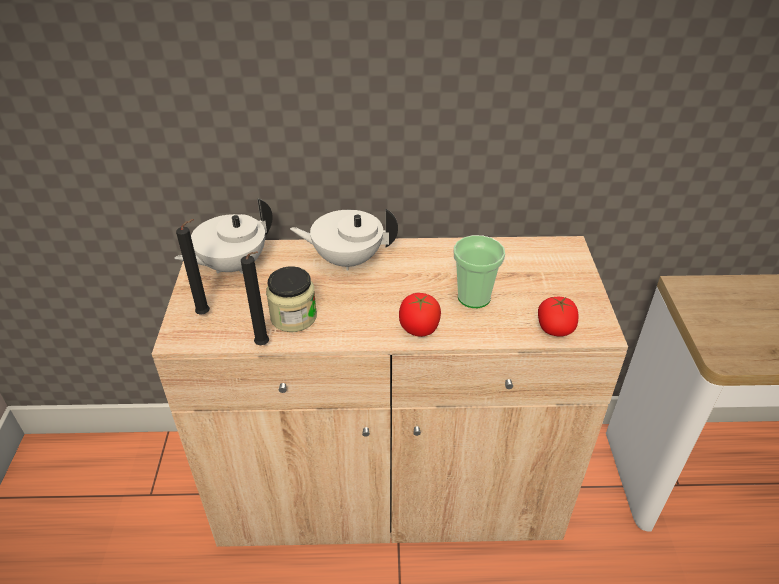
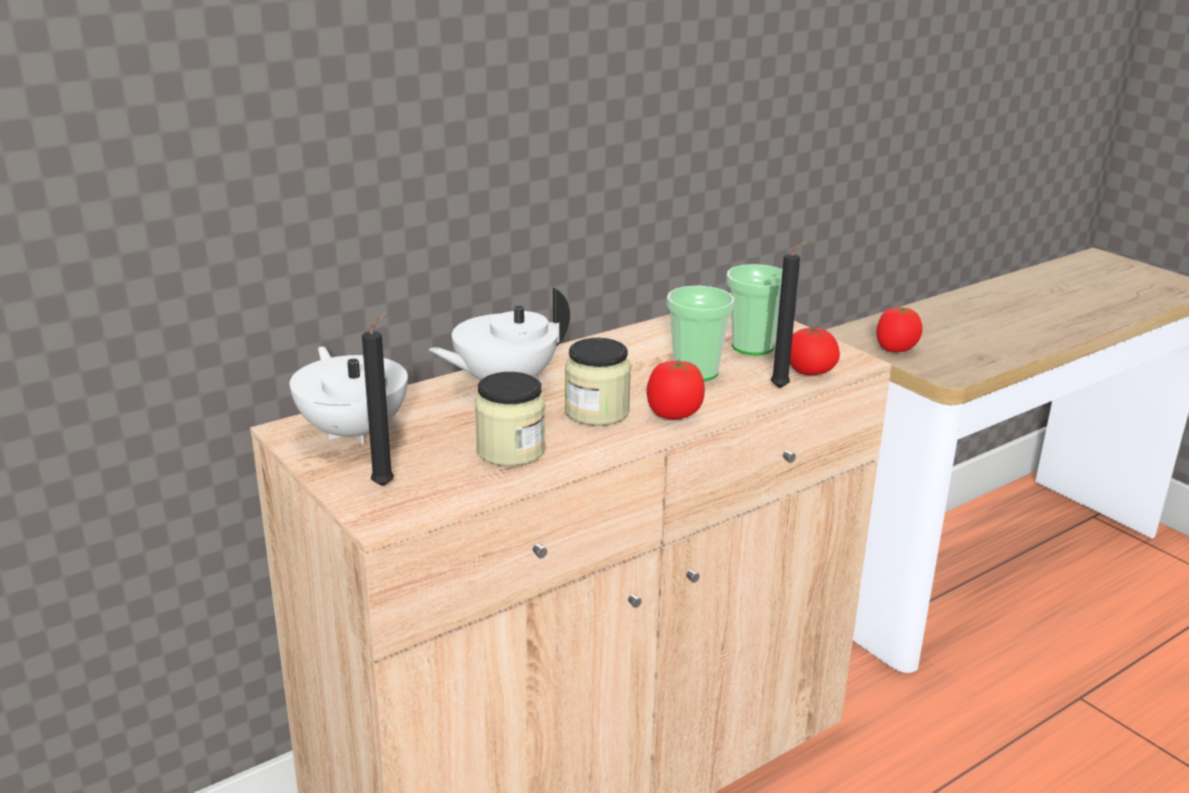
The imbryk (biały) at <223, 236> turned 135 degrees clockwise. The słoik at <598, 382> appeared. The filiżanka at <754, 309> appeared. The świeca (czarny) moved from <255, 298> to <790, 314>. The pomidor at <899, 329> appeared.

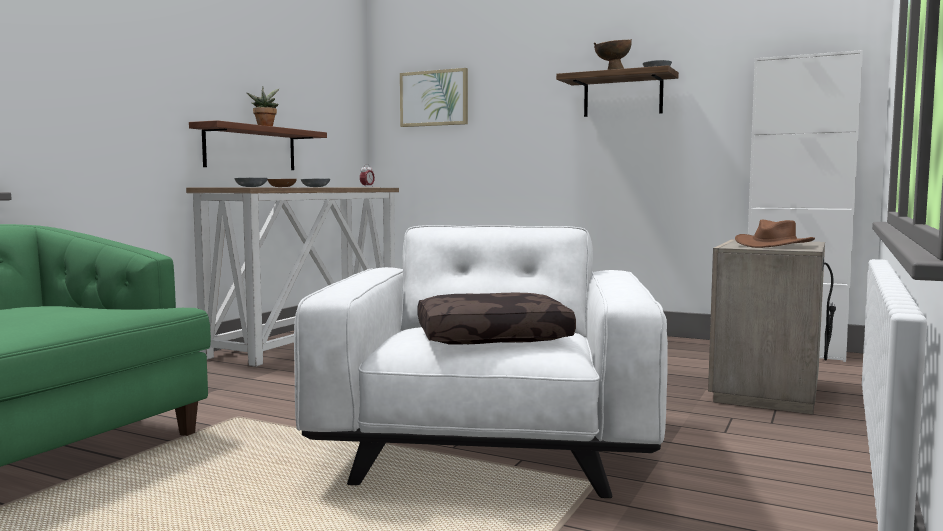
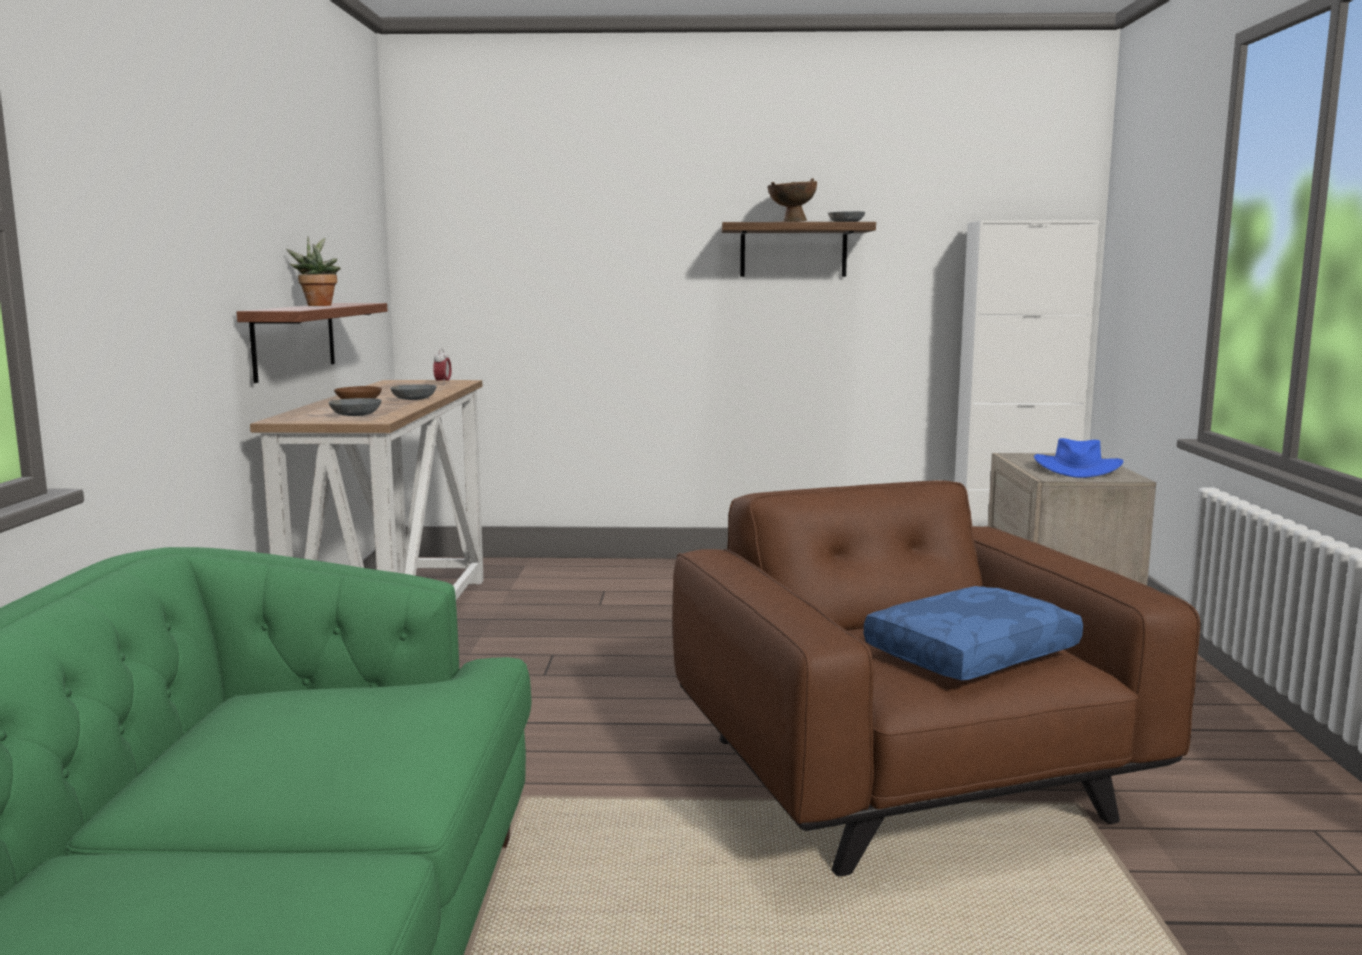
The fotel (biały) at <481, 361> became the fotel (brązowy) at <936, 678>. The poduszka (brązowy) at <496, 318> became the poduszka (niebieski) at <973, 633>. The kapelusz (brązowy) at <775, 234> became the kapelusz (niebieski) at <1078, 458>. The obraz at <434, 97> disappeared.

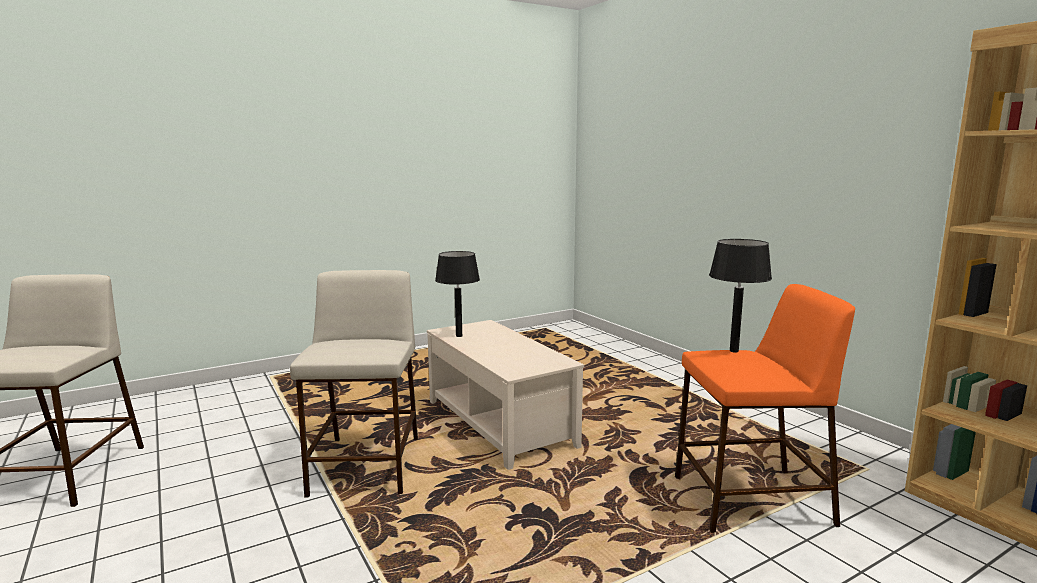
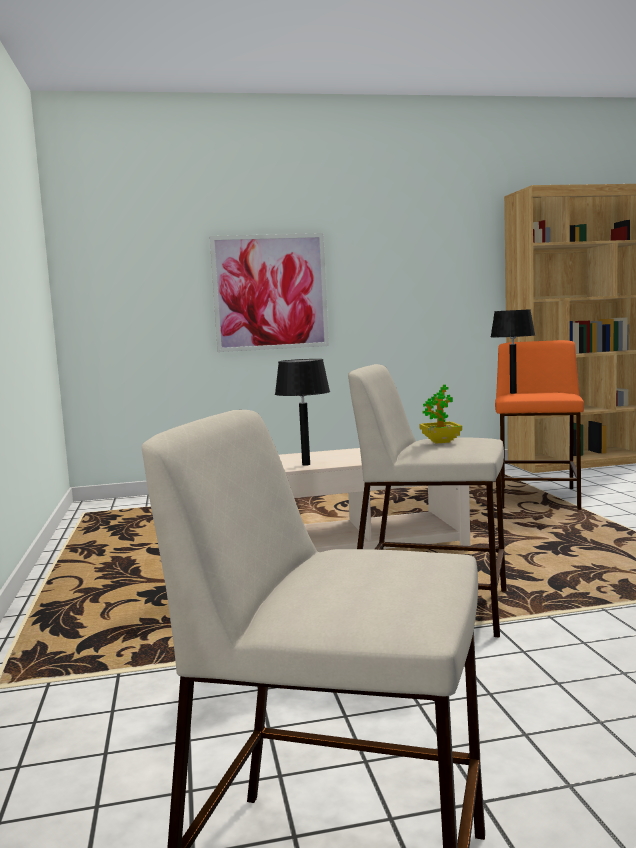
The obraz at <269, 292> appeared. The roślina doniczkowa at <440, 414> appeared.

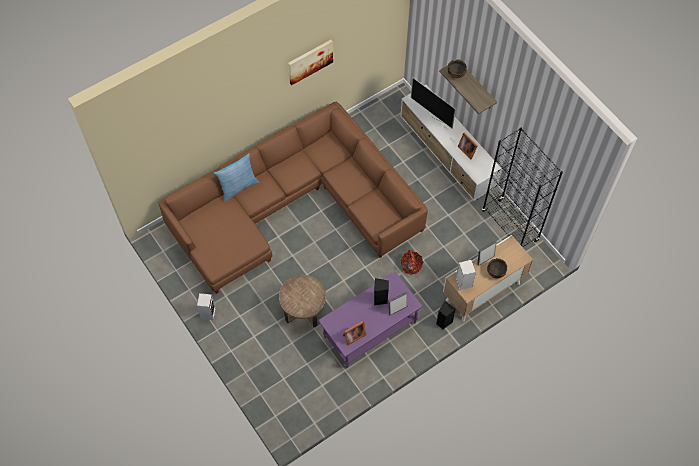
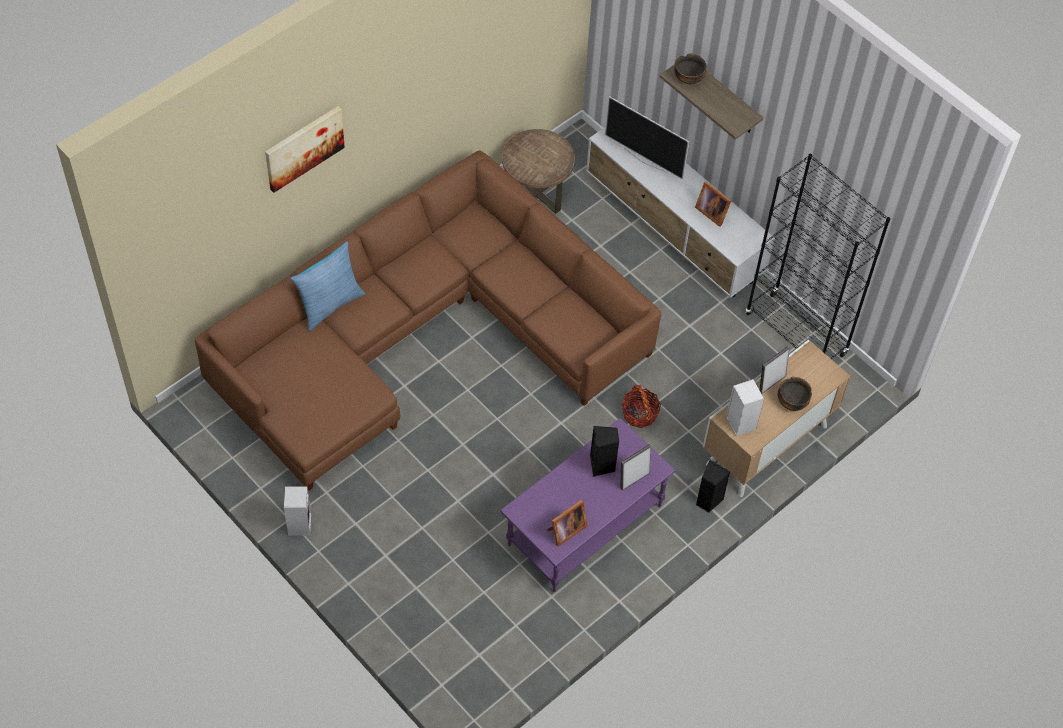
The obraz moved from <310, 62> to <305, 149>. The stolik (brązowy) moved from <302, 301> to <538, 171>.

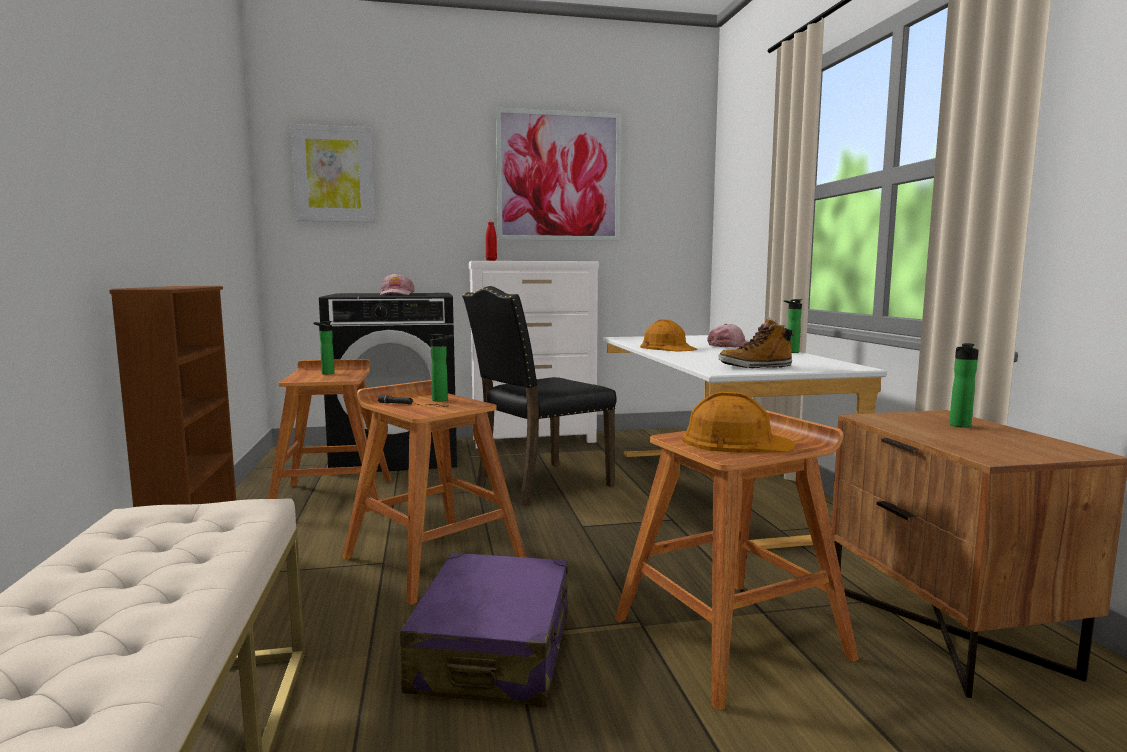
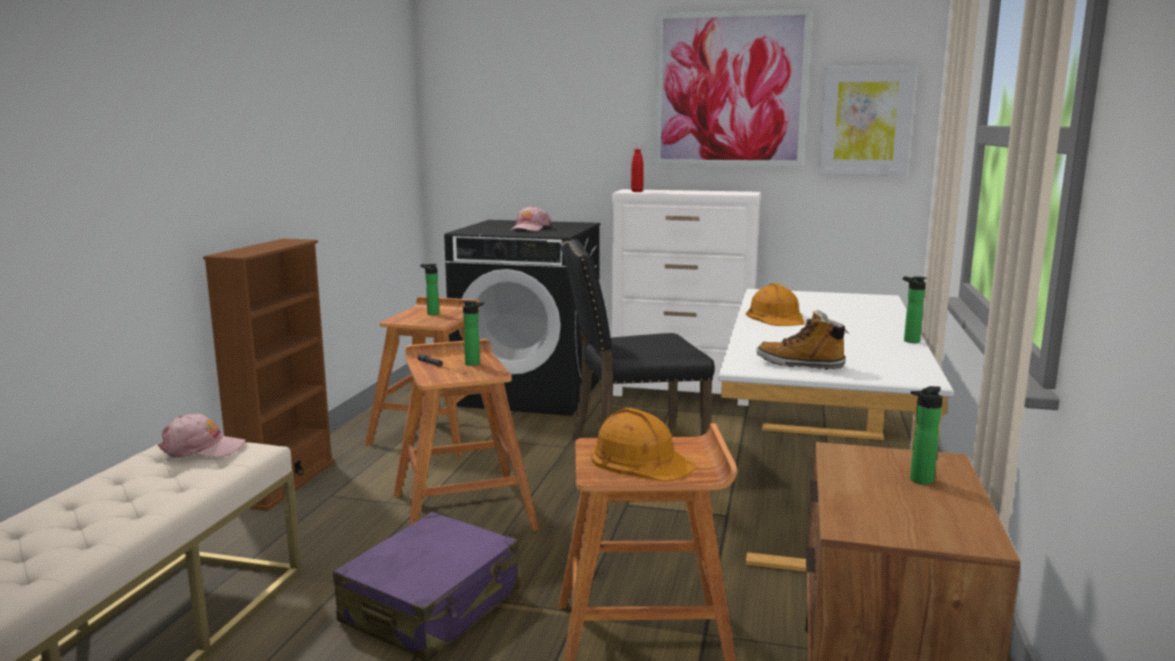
The czapka z daszkiem (różowy) moved from <728, 335> to <202, 436>. The obraz moved from <332, 173> to <867, 120>.

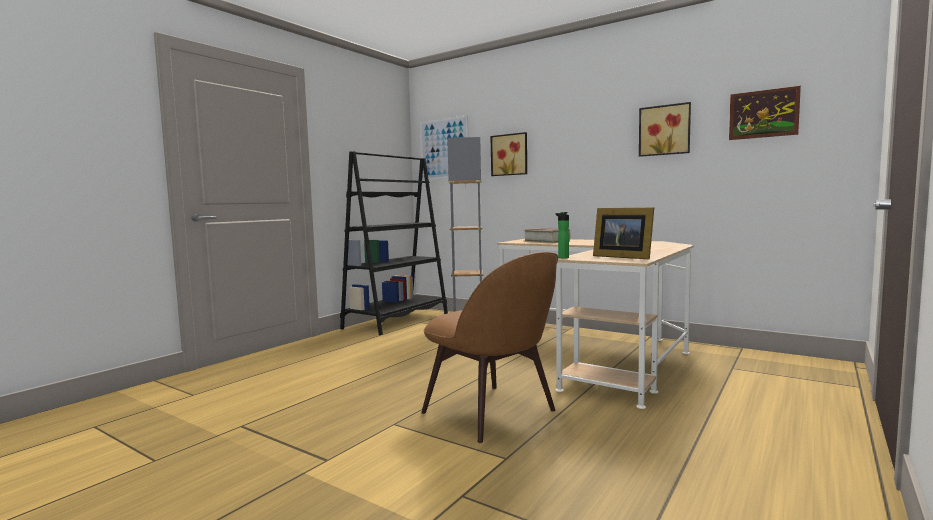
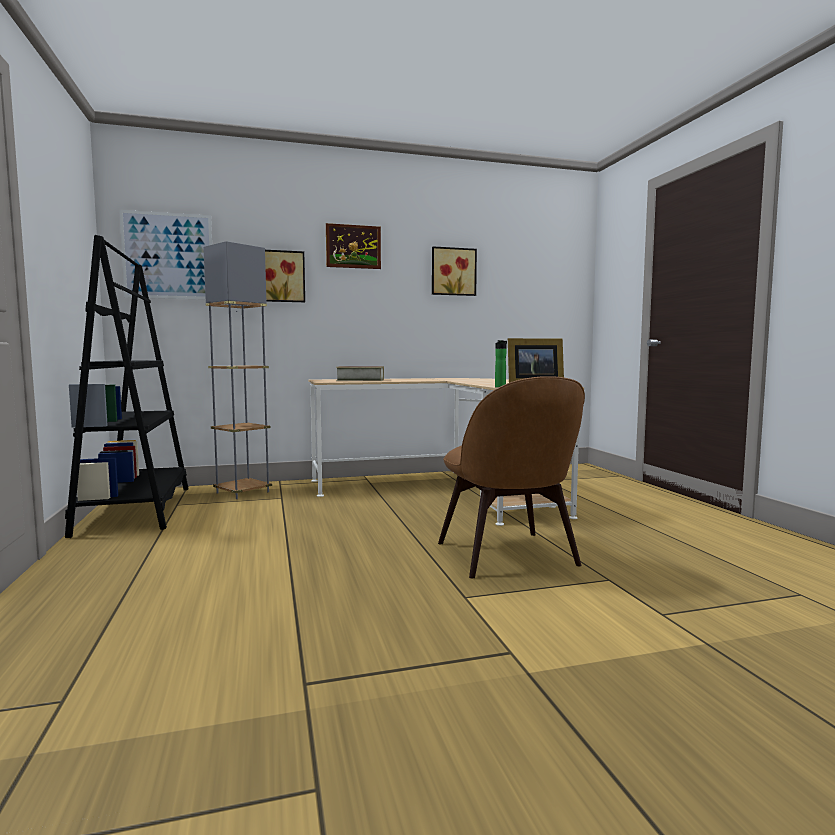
The obraz moved from <765, 113> to <353, 246>. The krzesło (brązowy) at <489, 347> turned 75 degrees clockwise.

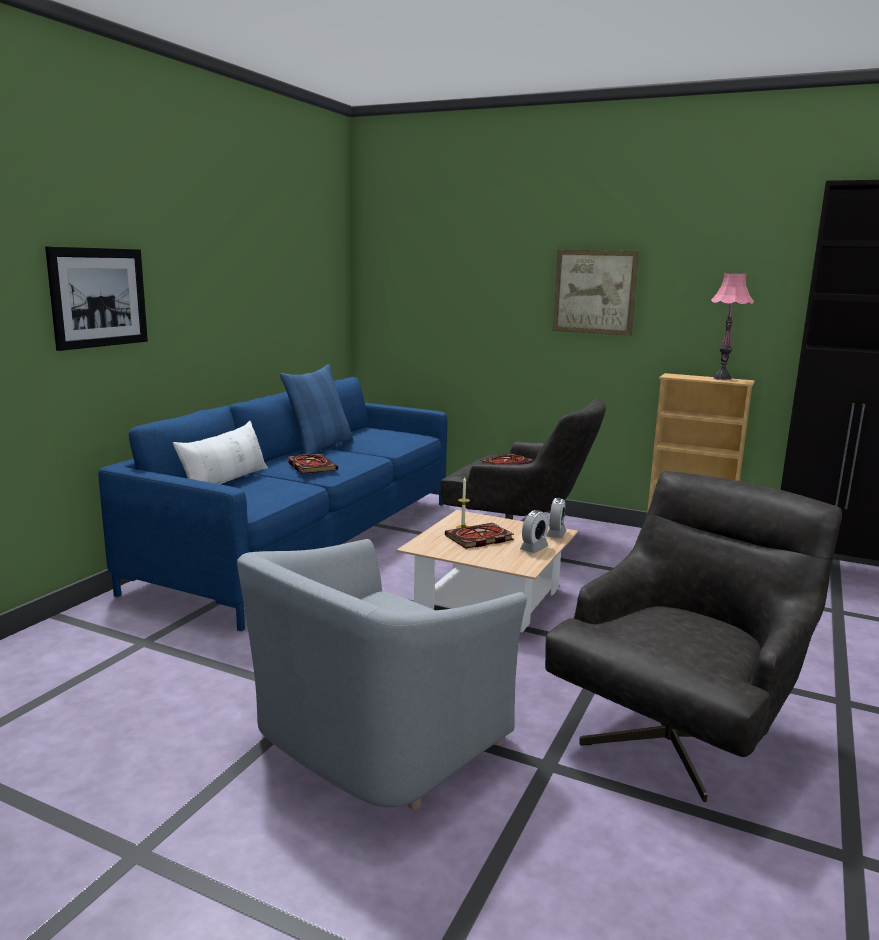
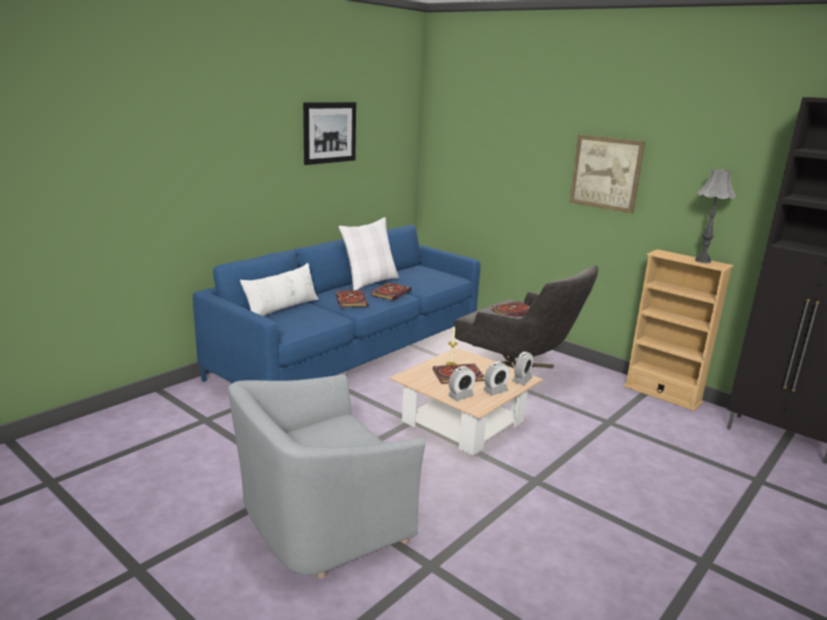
The obraz moved from <96, 298> to <329, 133>. The poduszka (niebieski) at <316, 409> became the poduszka (biały) at <369, 253>. The książka at <391, 291> appeared. The budzik at <462, 383> appeared. The lampa stołowa (różowy) at <732, 326> became the lampa stołowa (szary) at <716, 216>. The fotel (szary) at <693, 636> disappeared.

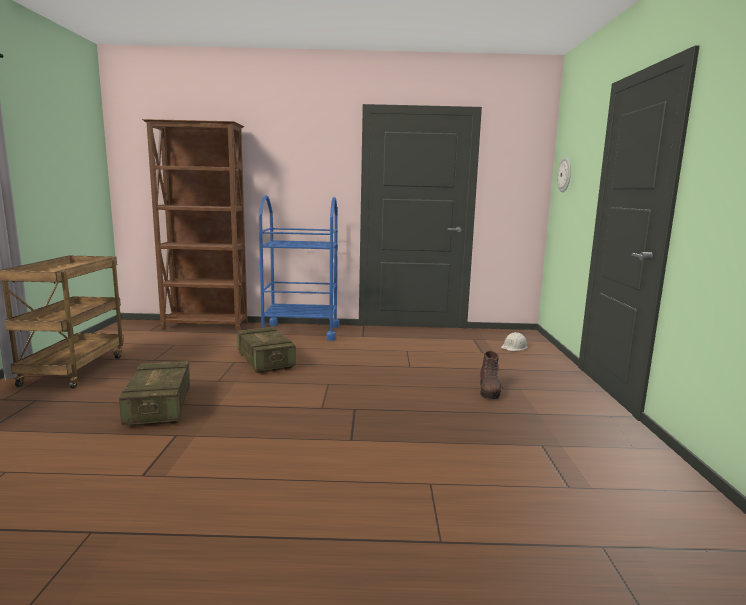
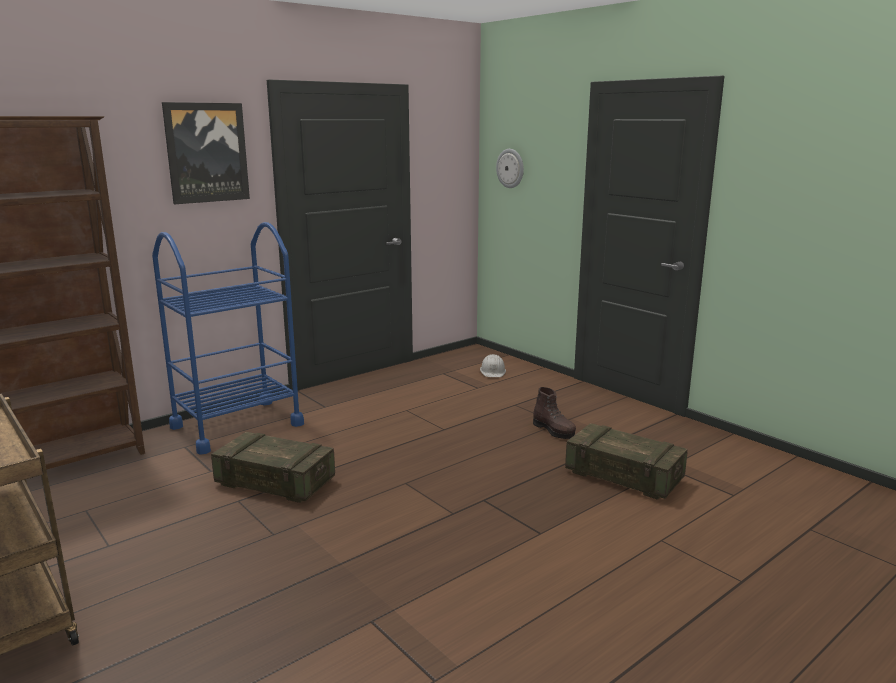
The obraz at <206, 153> appeared. The skrzynka moved from <154, 393> to <626, 461>.

